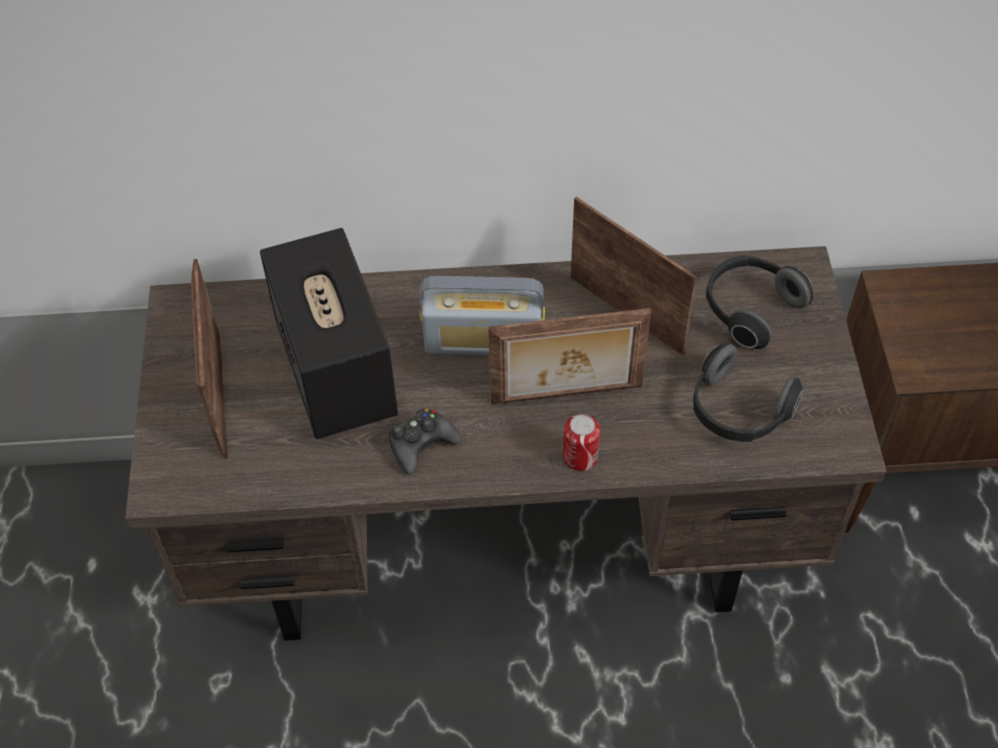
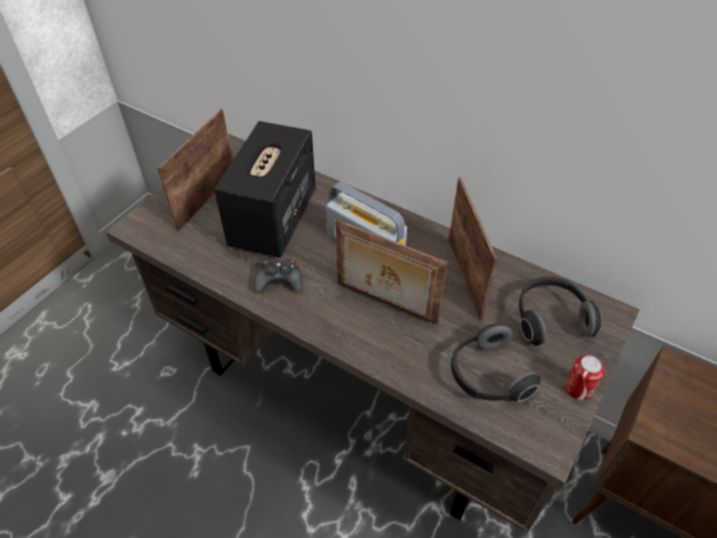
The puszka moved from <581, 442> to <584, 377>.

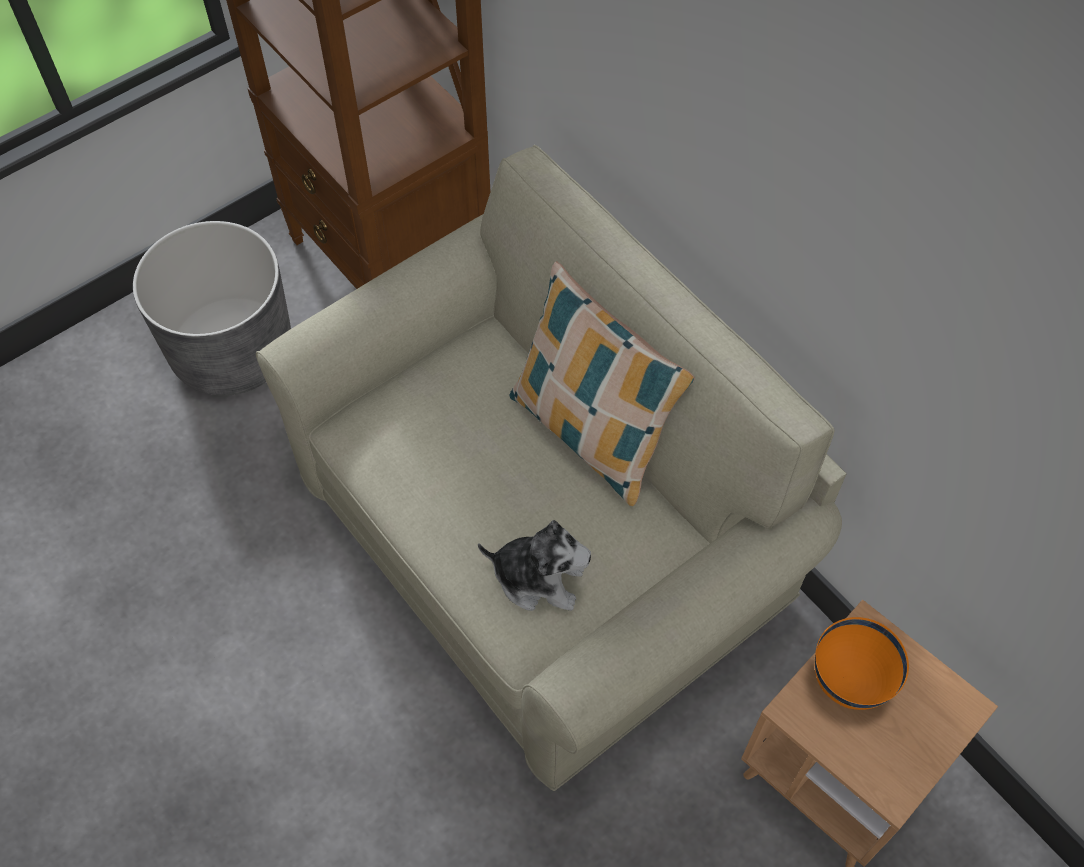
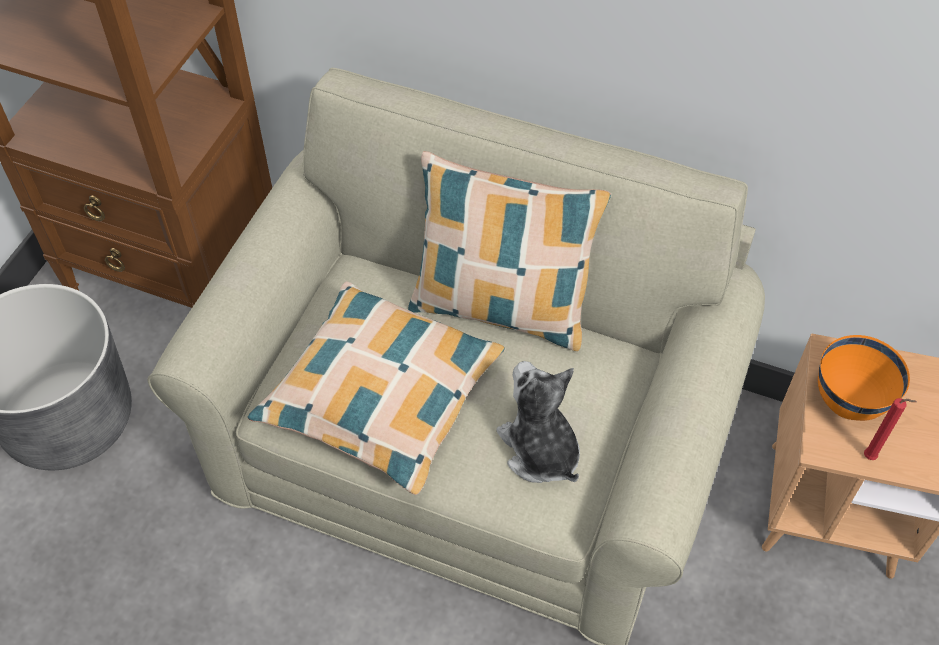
The poduszka at <376, 388> appeared. The pluszak at <534, 565> turned 105 degrees counterclockwise. The świeca (czerwony) at <890, 429> appeared.

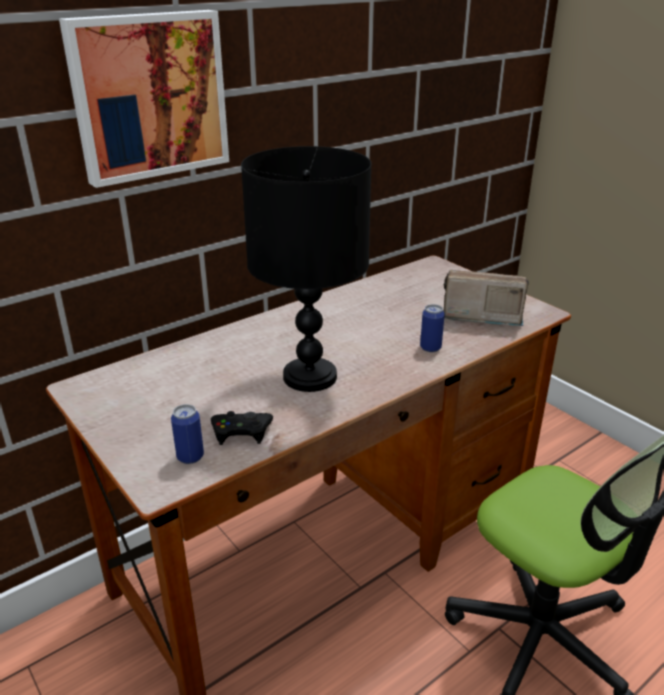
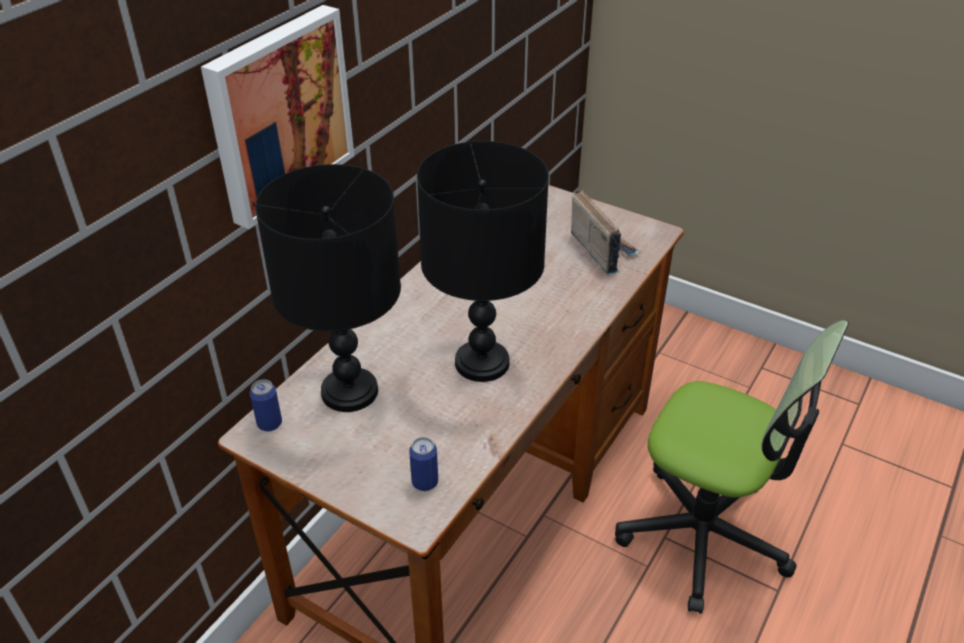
The puszka moved from <432, 328> to <266, 405>. The lampa stołowa (czarny) at <328, 288> appeared. The radio at <486, 298> turned 75 degrees clockwise. The pad do gier (czarny) at <242, 428> disappeared.

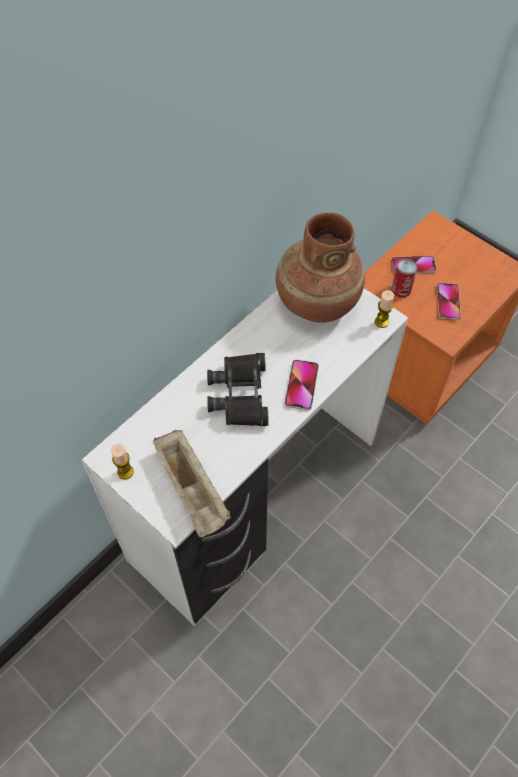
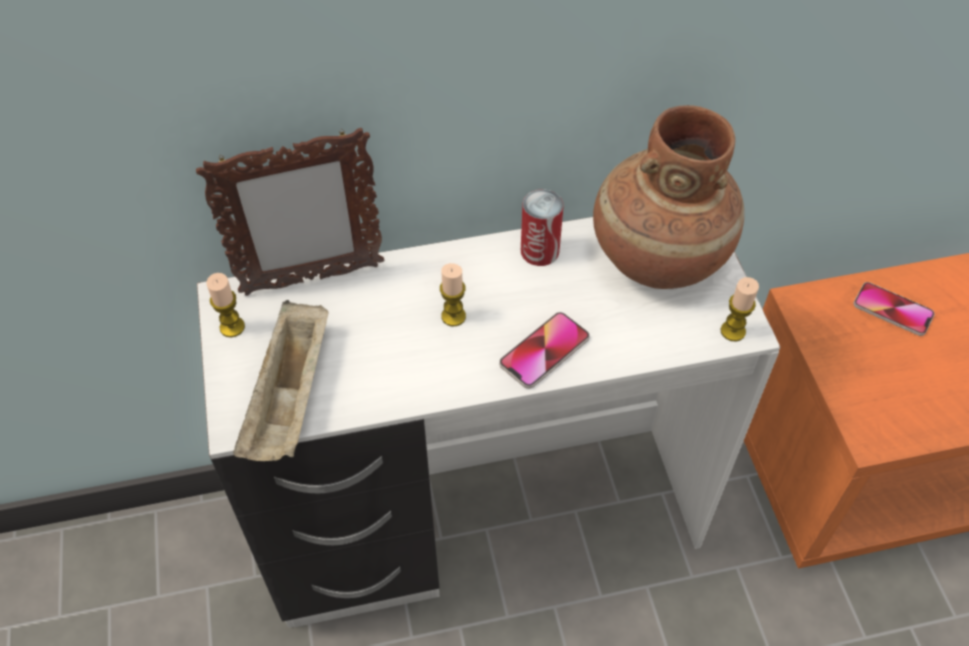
The ramka na zdjęcie at <290, 212> appeared. The lornetka (czarny) at <238, 389> was replaced by the świeca at <453, 294>. The puszka moved from <404, 278> to <542, 227>. The telefon at <449, 301> disappeared.

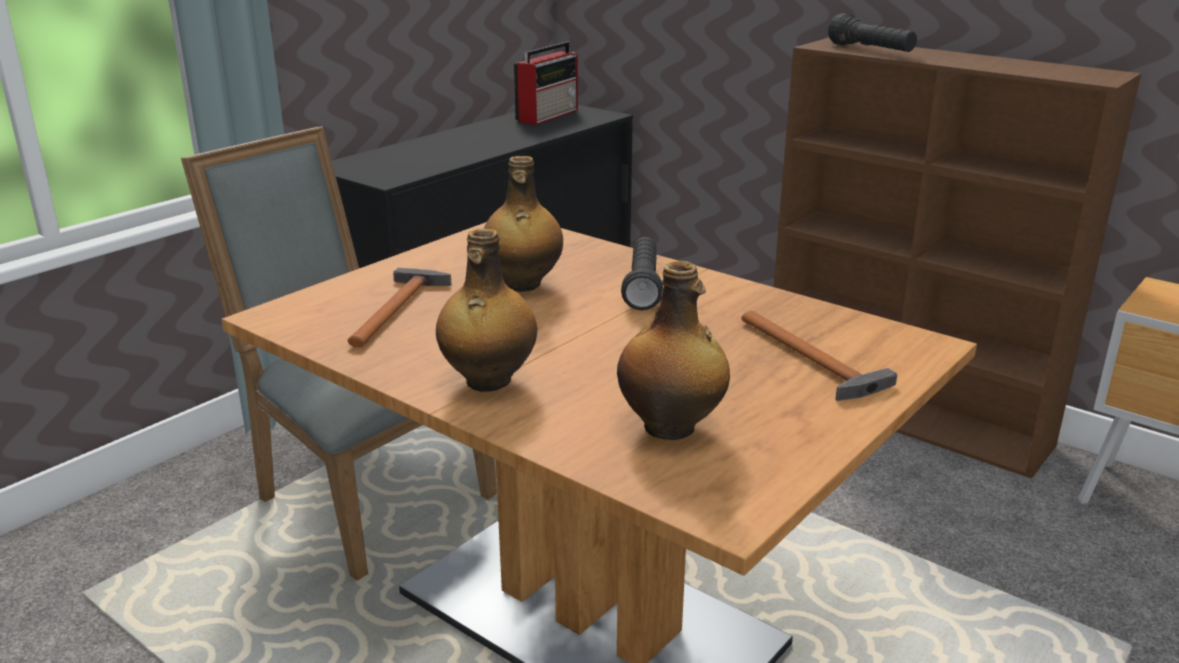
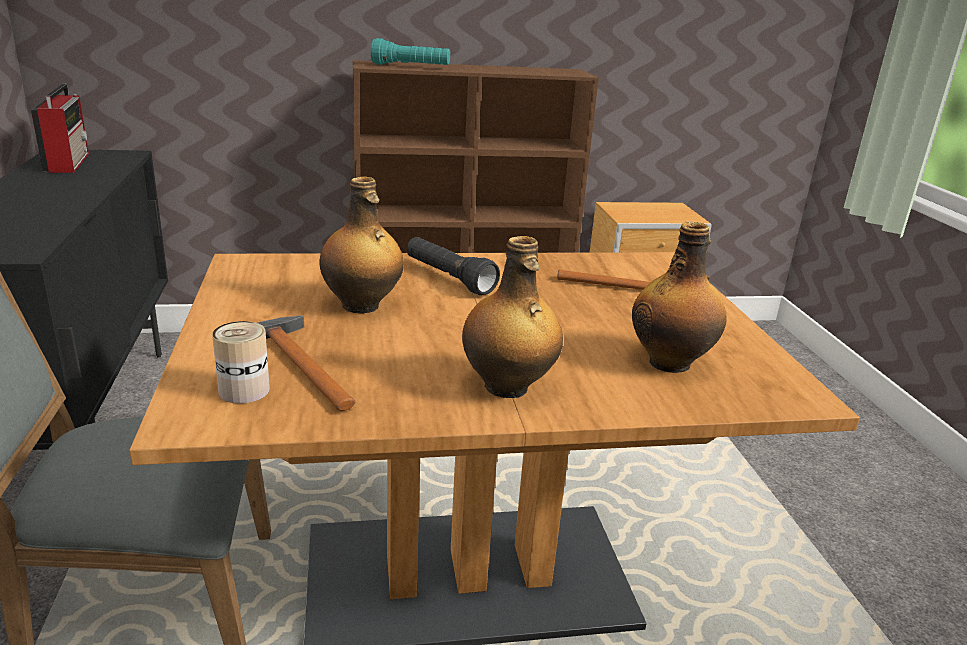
The puszka at <241, 362> appeared. The latarka (czarny) at <872, 32> became the latarka (turkusowy) at <410, 51>.

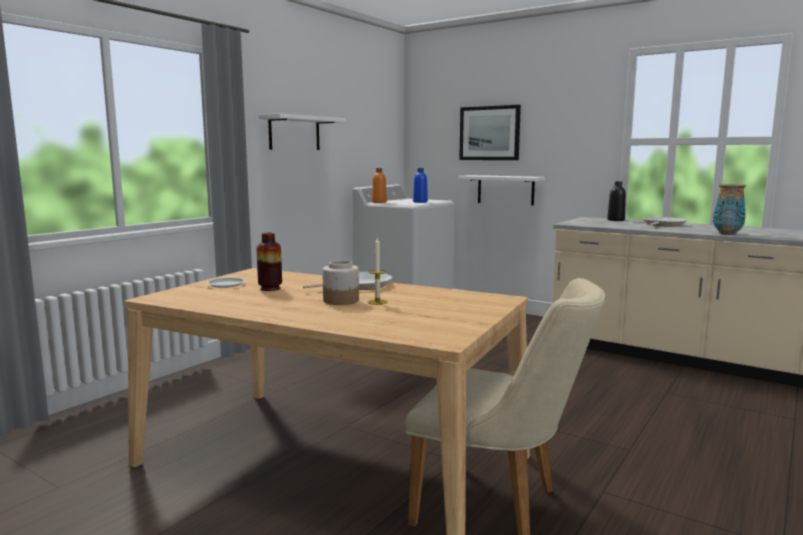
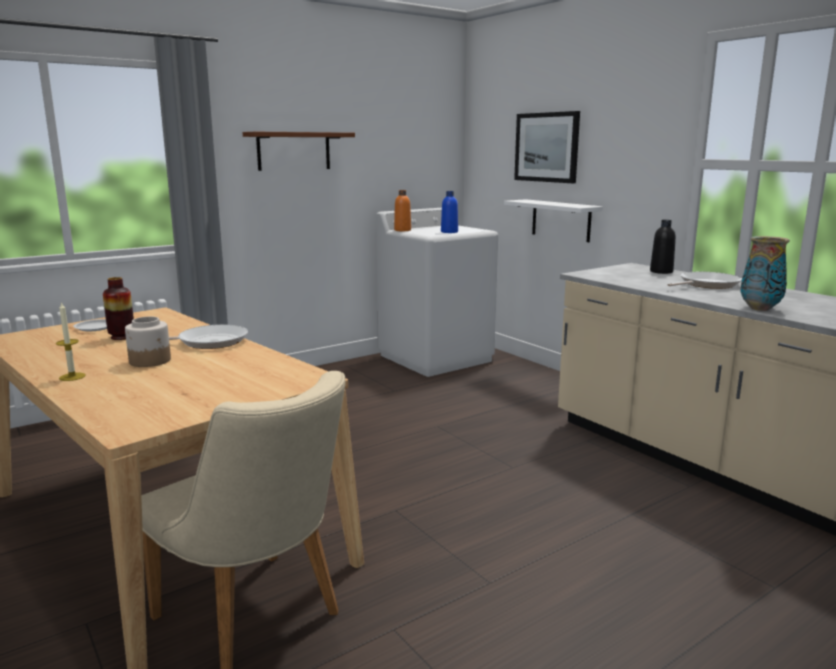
The świeca moved from <377, 271> to <71, 341>. The półka (biały) at <302, 132> became the półka (brązowy) at <299, 151>.

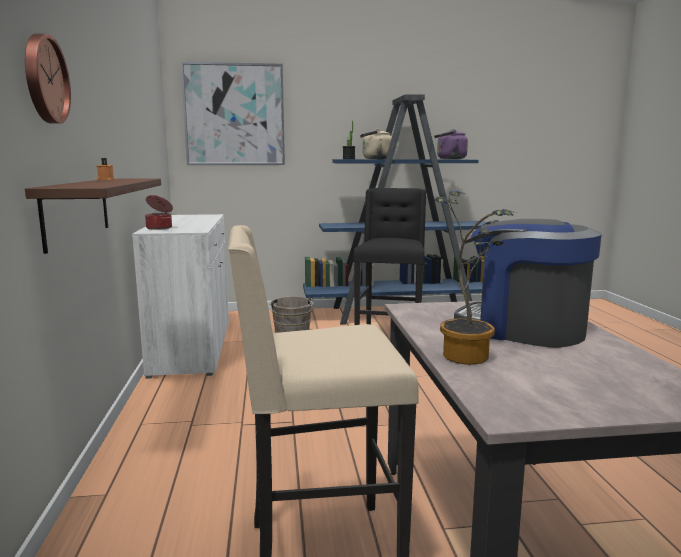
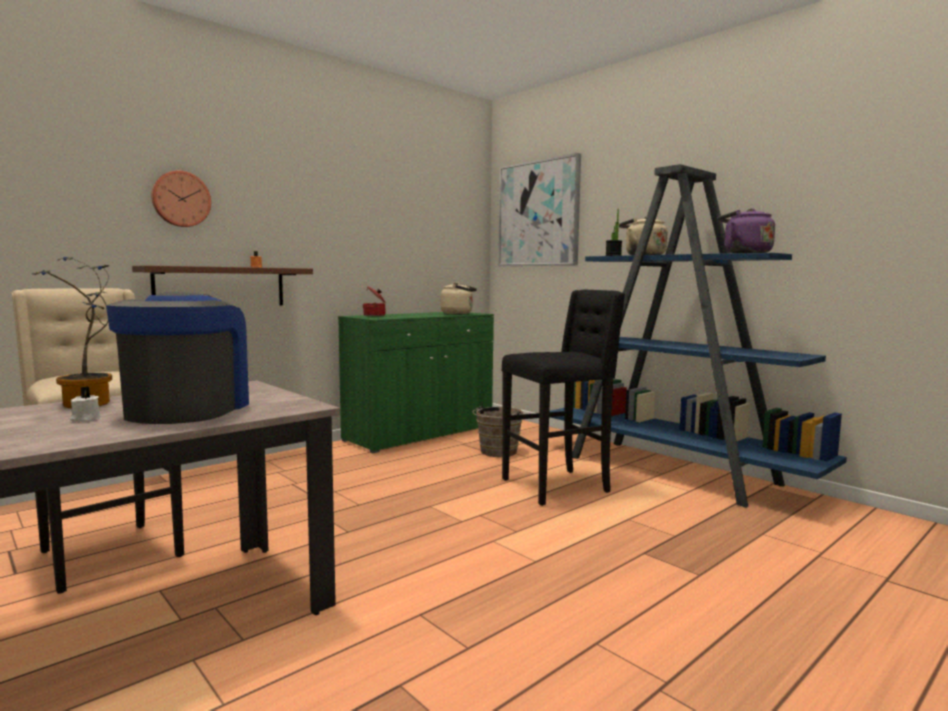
The świeca (biały) at <85, 404> appeared. The szafka (biały) at <180, 296> became the szafka (zielony) at <416, 382>. The czajnik (beżowy) at <458, 298> appeared.

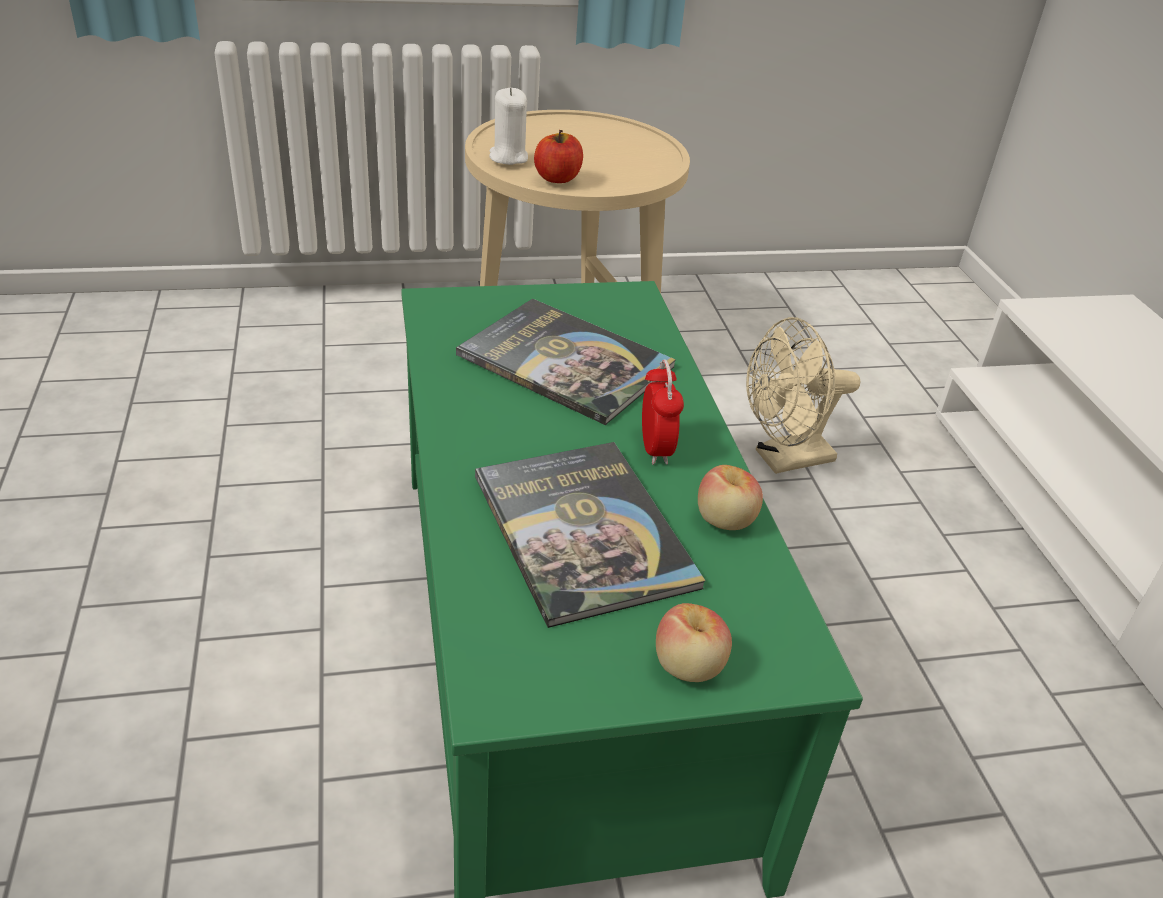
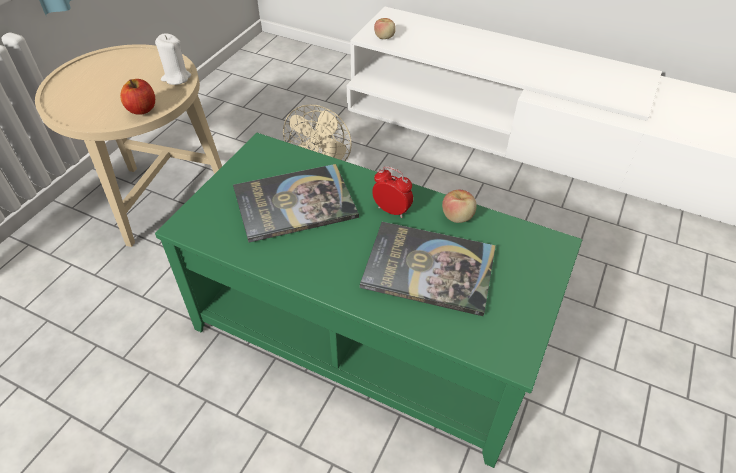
The świeca (biały) moved from <508, 126> to <173, 59>. The jabłko moved from <694, 642> to <385, 28>.

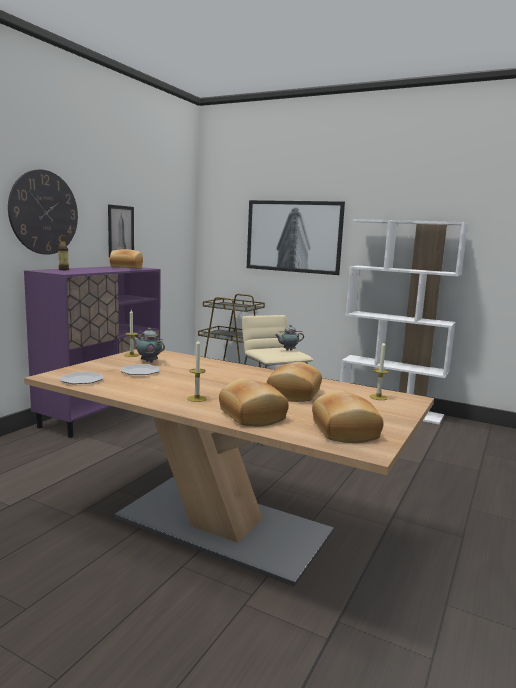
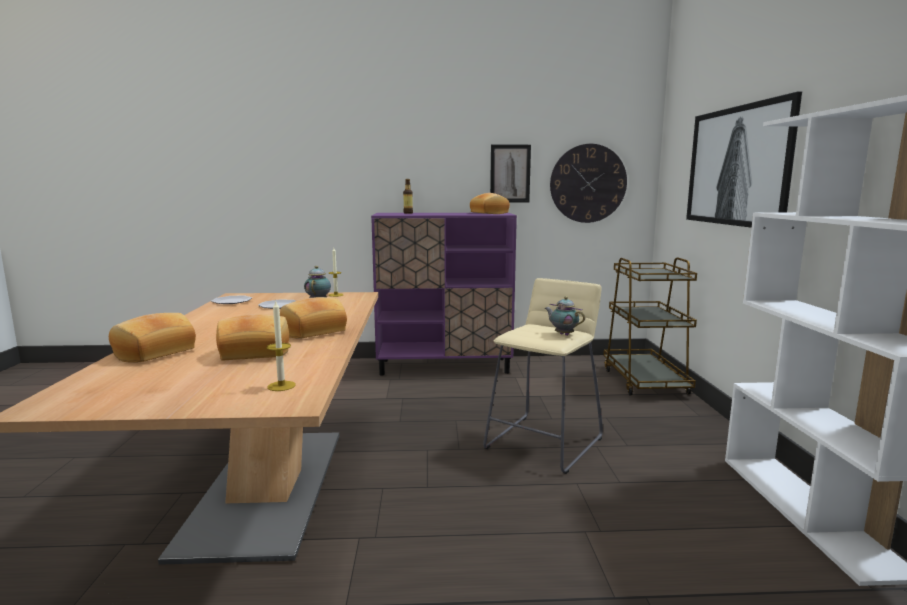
The chleb moved from <348, 416> to <313, 318>. The zegar ścienny moved from <43, 212> to <588, 183>. The świeca at <197, 370> disappeared.

